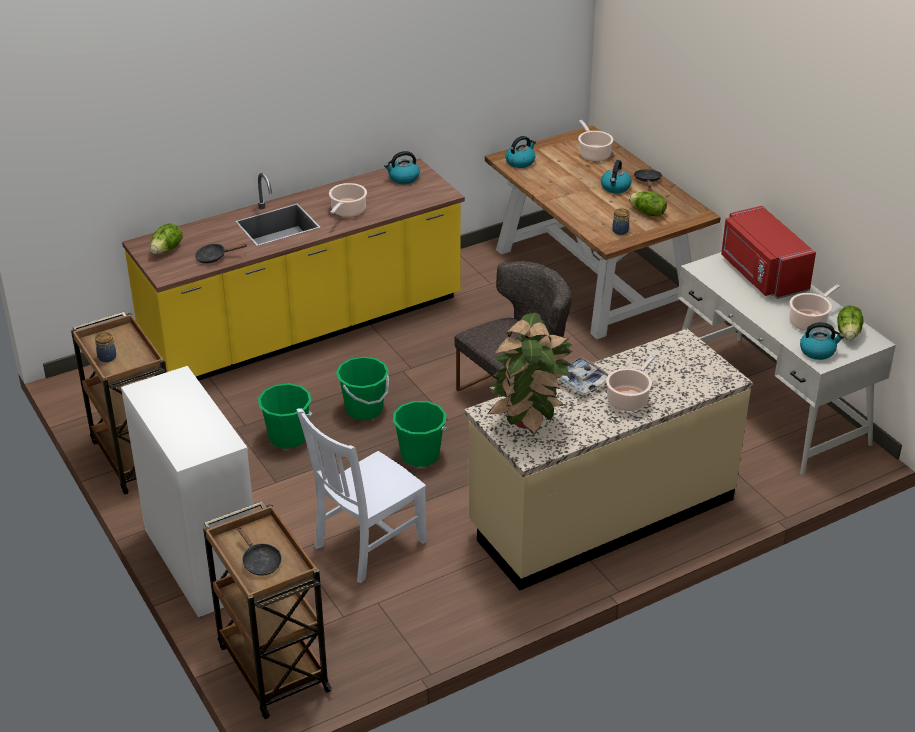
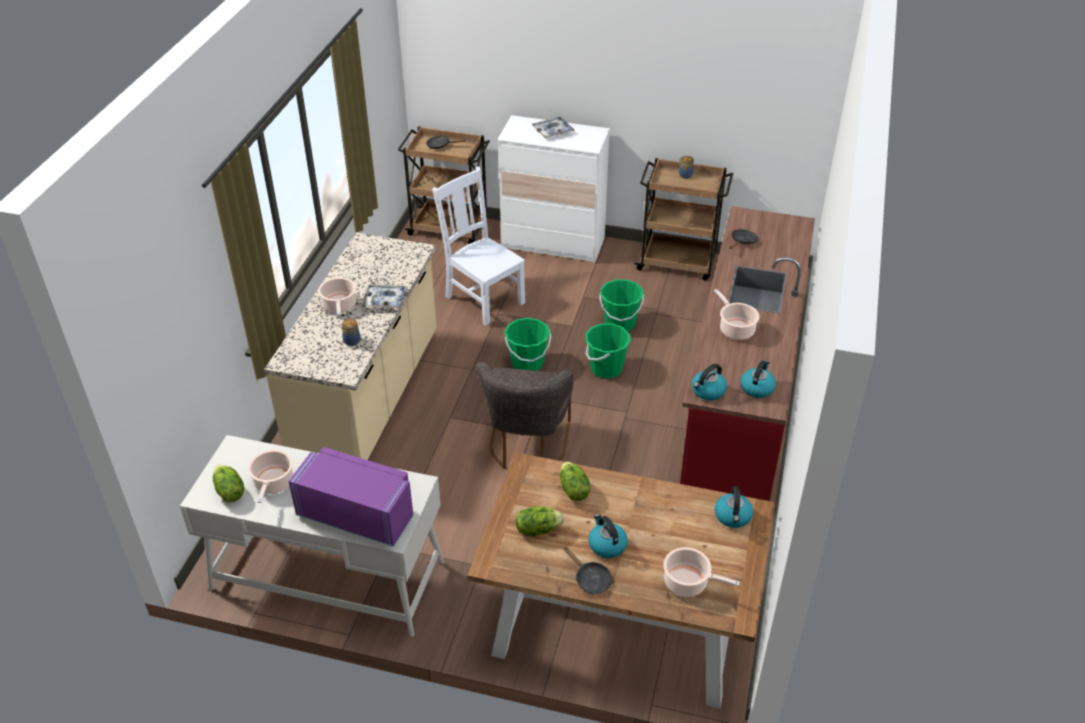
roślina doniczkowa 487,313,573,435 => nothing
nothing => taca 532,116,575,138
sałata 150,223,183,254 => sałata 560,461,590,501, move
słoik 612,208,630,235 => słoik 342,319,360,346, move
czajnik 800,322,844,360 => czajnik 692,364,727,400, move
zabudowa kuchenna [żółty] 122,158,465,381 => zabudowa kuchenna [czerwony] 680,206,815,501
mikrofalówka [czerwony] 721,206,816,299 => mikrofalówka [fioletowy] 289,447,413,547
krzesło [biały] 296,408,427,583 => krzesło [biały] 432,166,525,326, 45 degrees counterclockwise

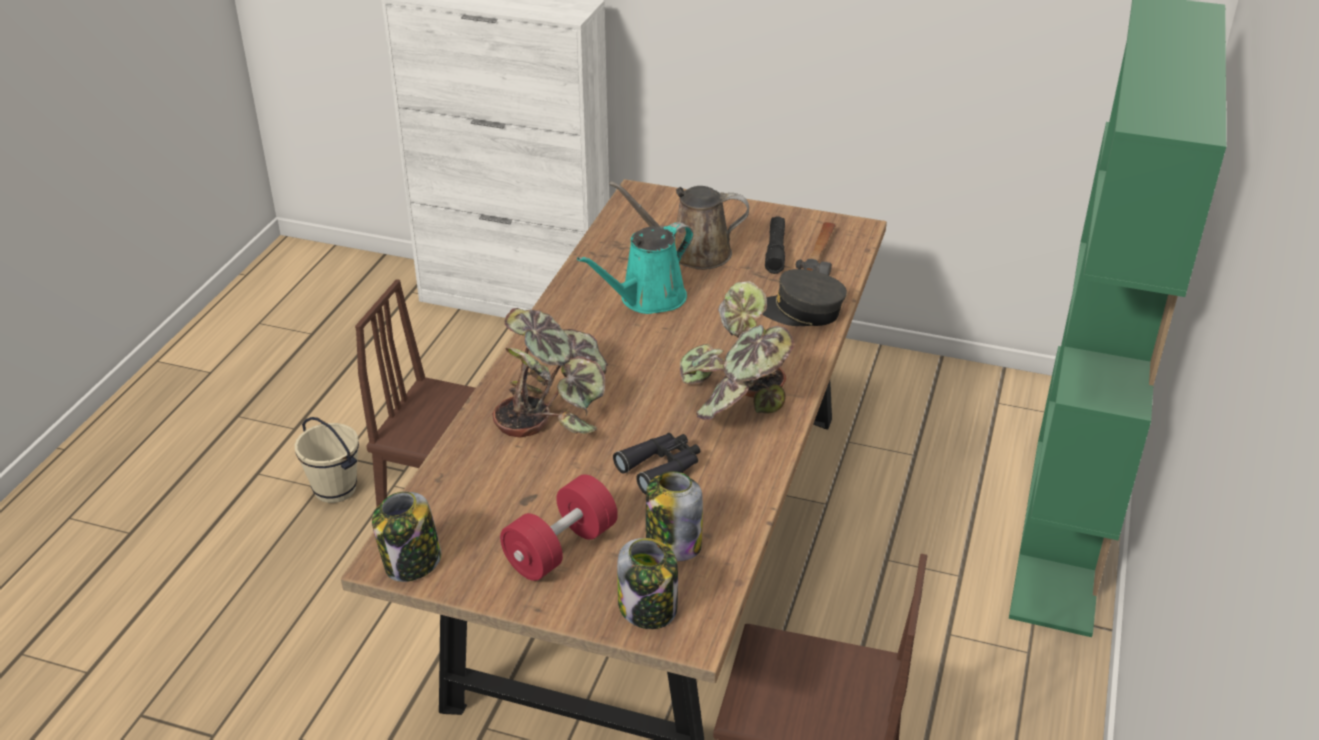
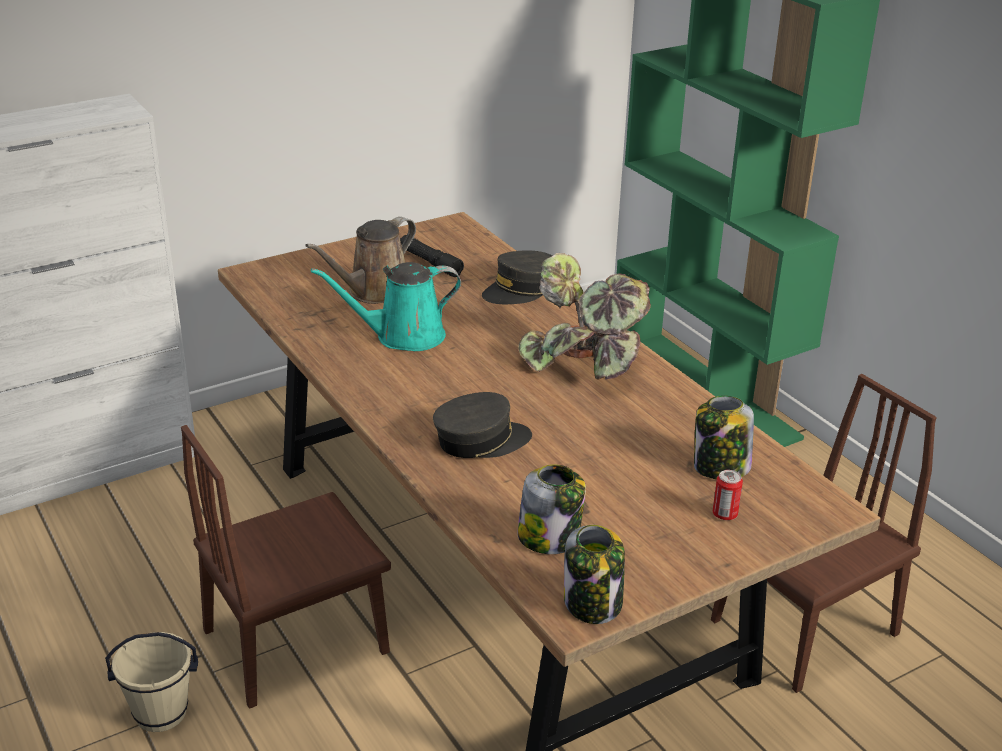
hantel [czerwony] 500,474,618,581 => nothing
lornetka [czarny] 613,433,700,494 => nothing
młotek 796,222,836,276 => nothing
nothing => puszka 713,470,743,520
słoik 617,538,678,629 => słoik 517,464,586,554, move
roślina doniczkowa 492,308,608,438 => czapka z daszkiem [szary] 433,392,532,458
konewka [turkusowy] 577,222,693,314 => konewka [turkusowy] 311,262,461,351, 75 degrees clockwise

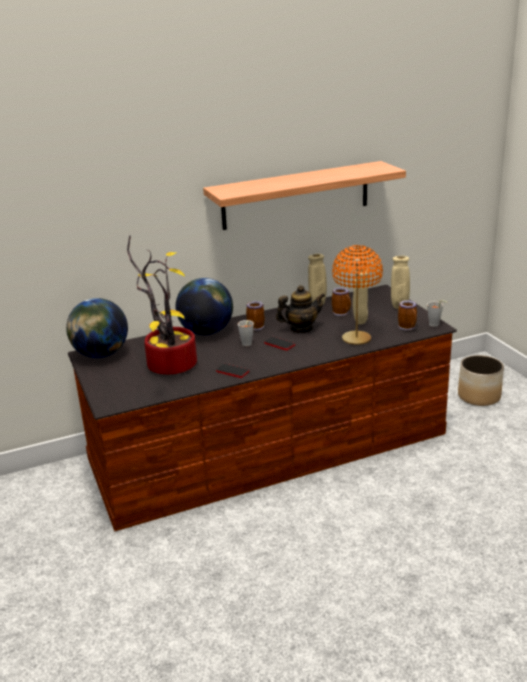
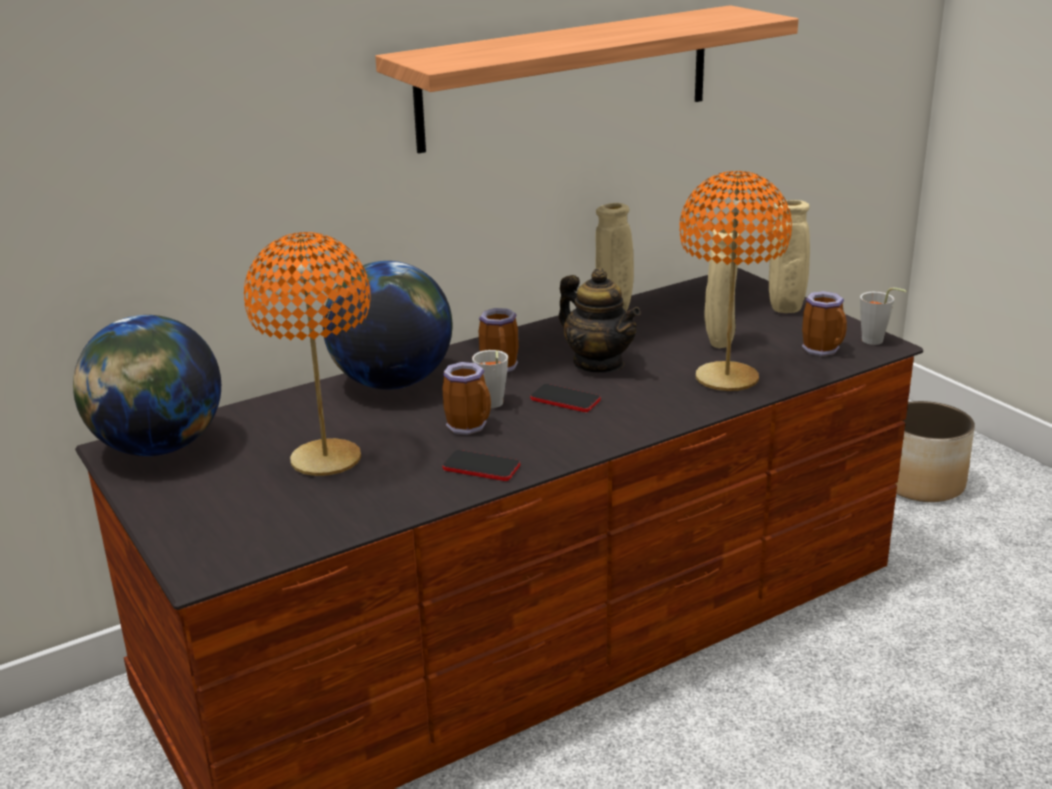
kubek 332,287,351,316 => kubek 442,362,491,435, move
roślina doniczkowa 127,235,197,375 => lampa stołowa [pomarańczowy] 244,232,371,476
imbryk 276,285,325,333 => imbryk 559,268,641,373, 75 degrees clockwise

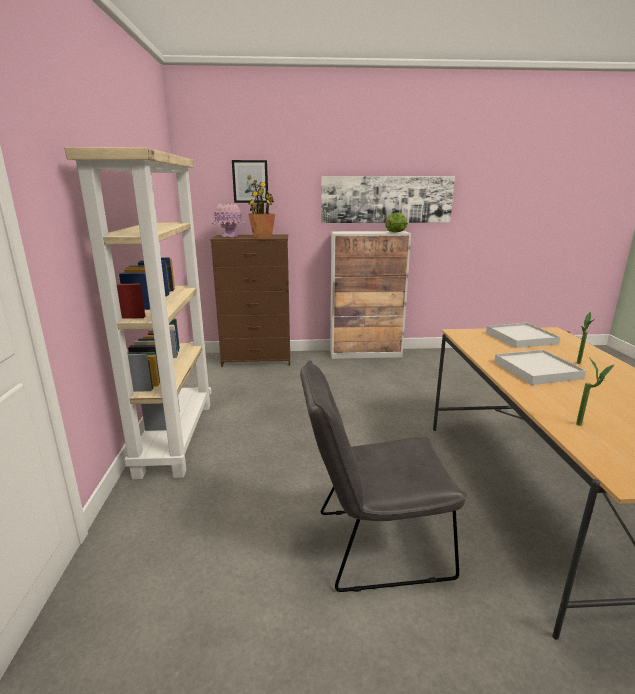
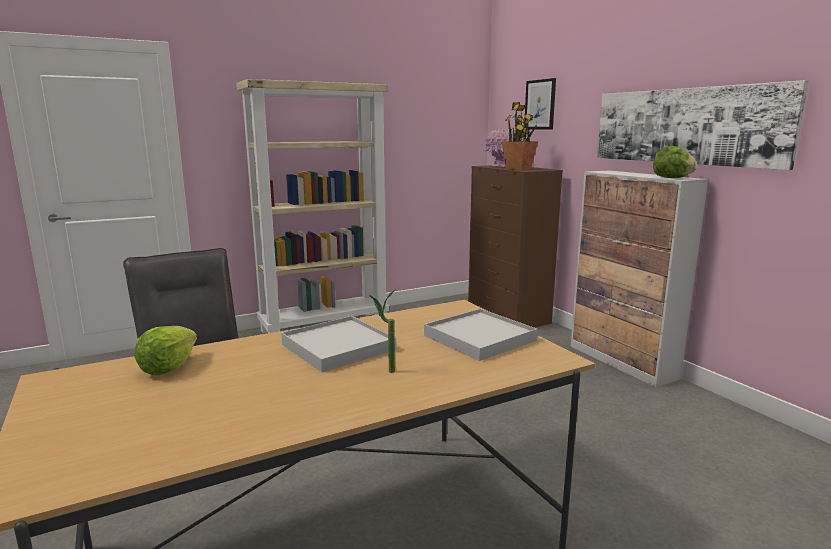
roślina doniczkowa 576,359,614,426 => sałata 134,326,197,375

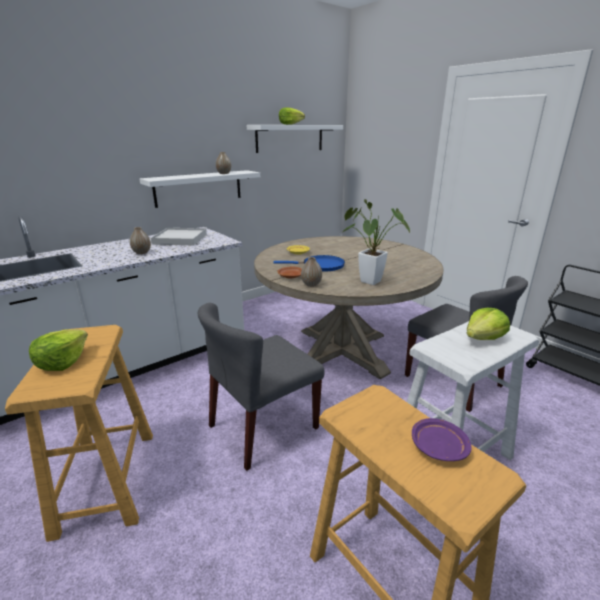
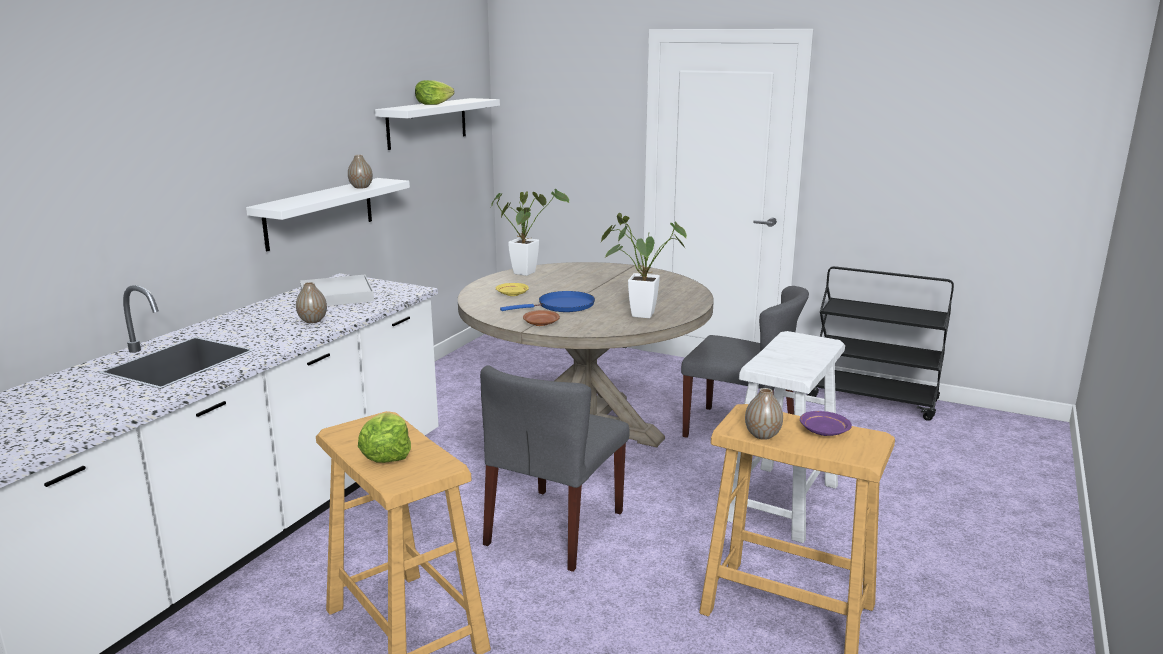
sałata 467,308,510,340 => nothing
nothing => roślina doniczkowa 491,189,569,276
wazon 301,257,322,287 => wazon 745,388,783,440, move

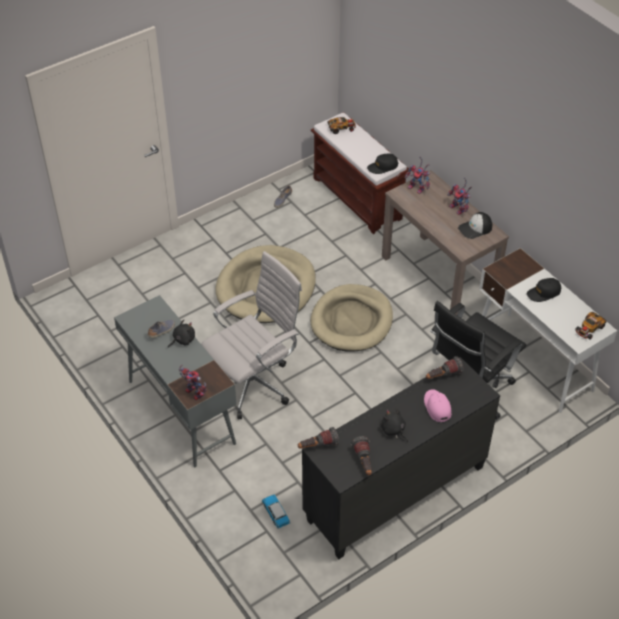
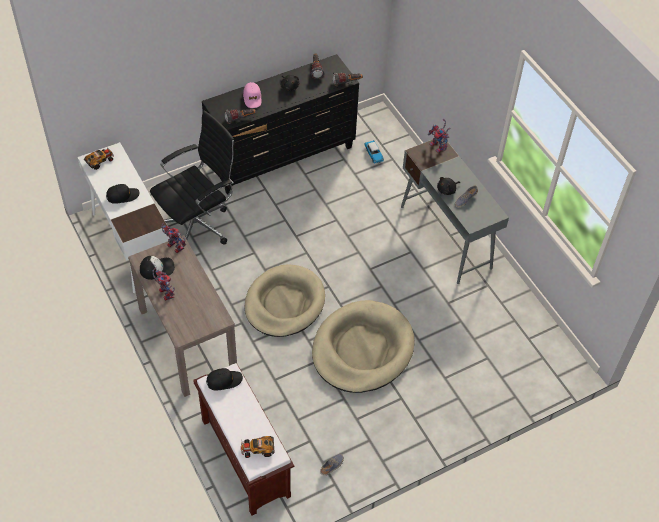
krzesło biurowe [biały] 201,251,302,419 => nothing
robot zabawkowy 405,157,431,194 => robot zabawkowy 161,223,186,253, move

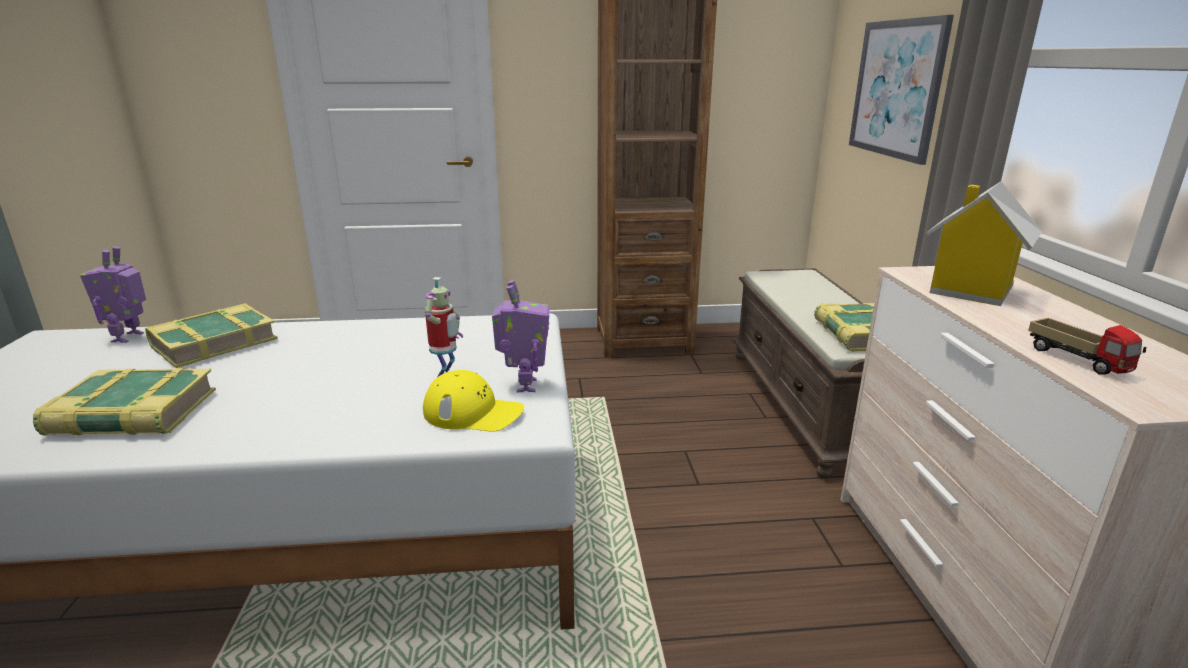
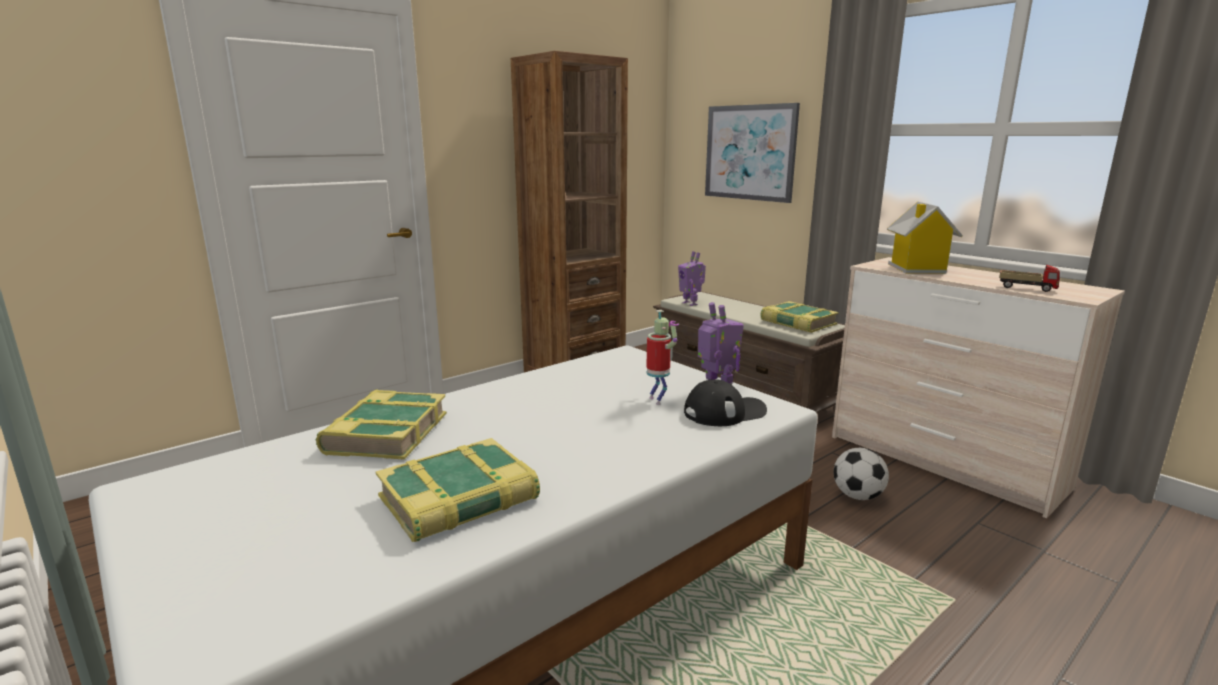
nothing => piłka futbolowa 833,448,889,500
robot zabawkowy 80,246,146,343 => robot zabawkowy 678,251,706,306, move
czapka z daszkiem [żółty] 423,370,524,432 => czapka z daszkiem [czarny] 684,379,767,426

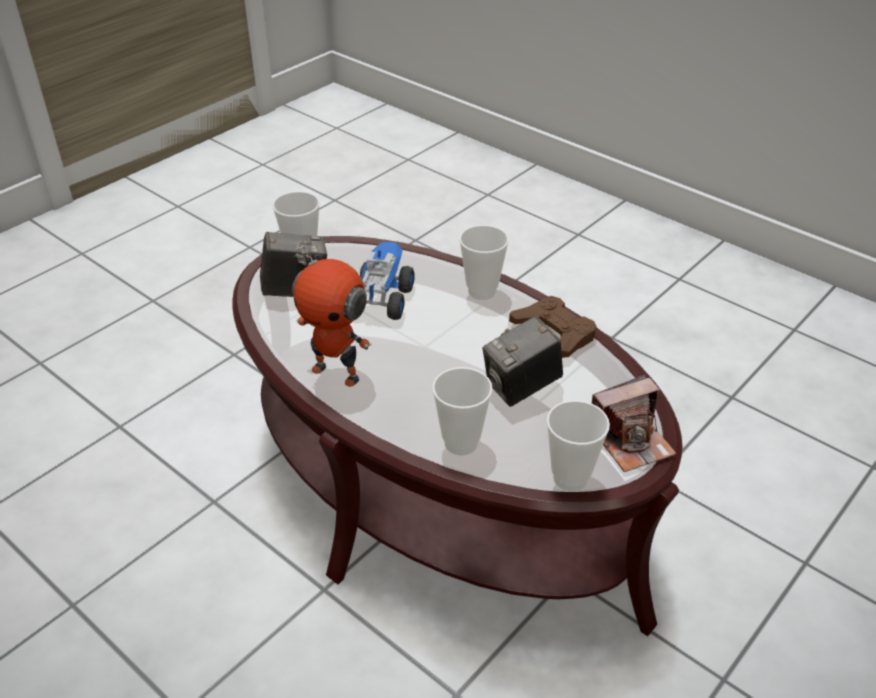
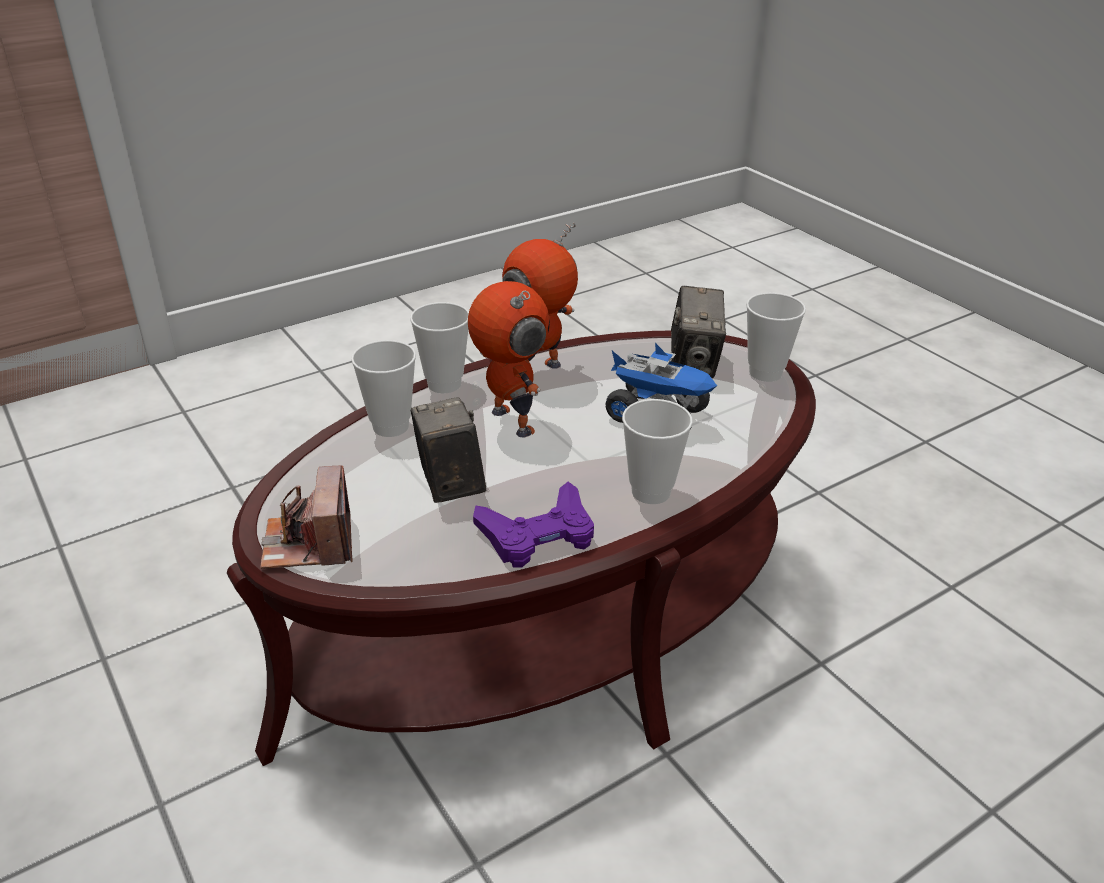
nothing => robot zabawkowy 468,281,550,437
filiżanka 547,400,610,491 => filiżanka 410,302,469,393, move
pad do gier [brązowy] 509,296,597,358 => pad do gier [fioletowy] 473,482,594,567

